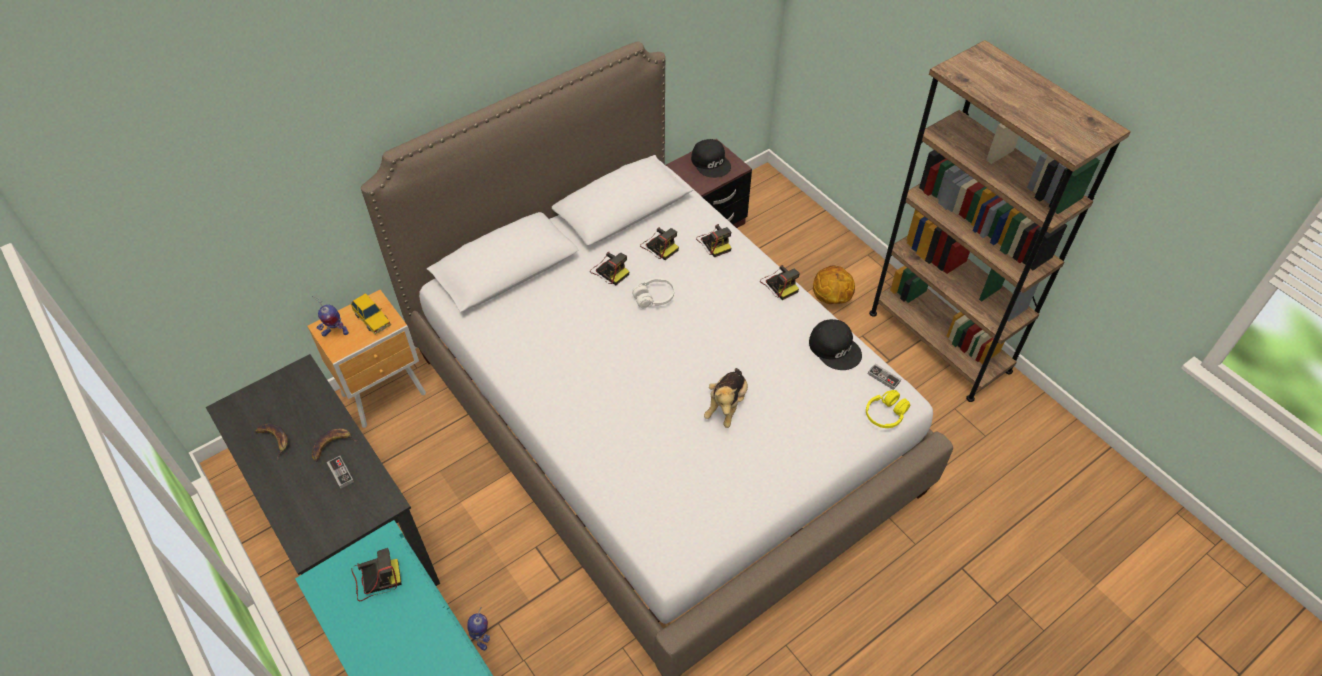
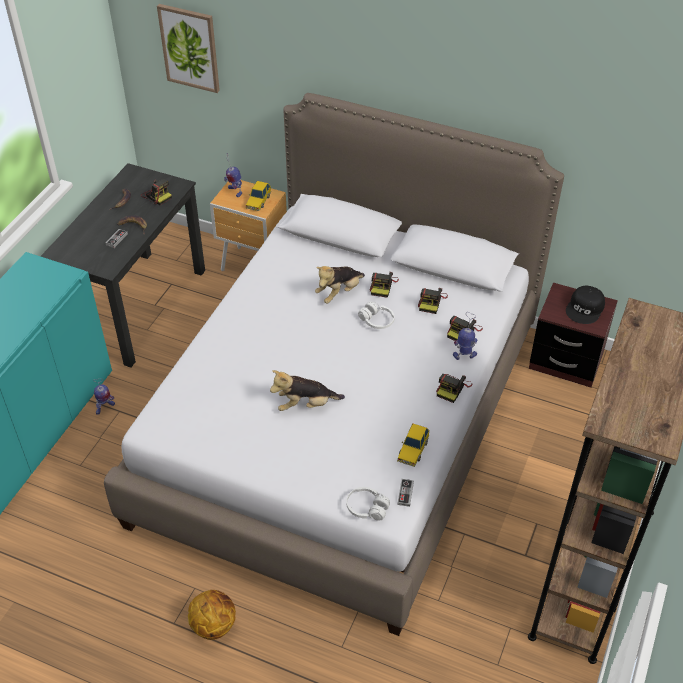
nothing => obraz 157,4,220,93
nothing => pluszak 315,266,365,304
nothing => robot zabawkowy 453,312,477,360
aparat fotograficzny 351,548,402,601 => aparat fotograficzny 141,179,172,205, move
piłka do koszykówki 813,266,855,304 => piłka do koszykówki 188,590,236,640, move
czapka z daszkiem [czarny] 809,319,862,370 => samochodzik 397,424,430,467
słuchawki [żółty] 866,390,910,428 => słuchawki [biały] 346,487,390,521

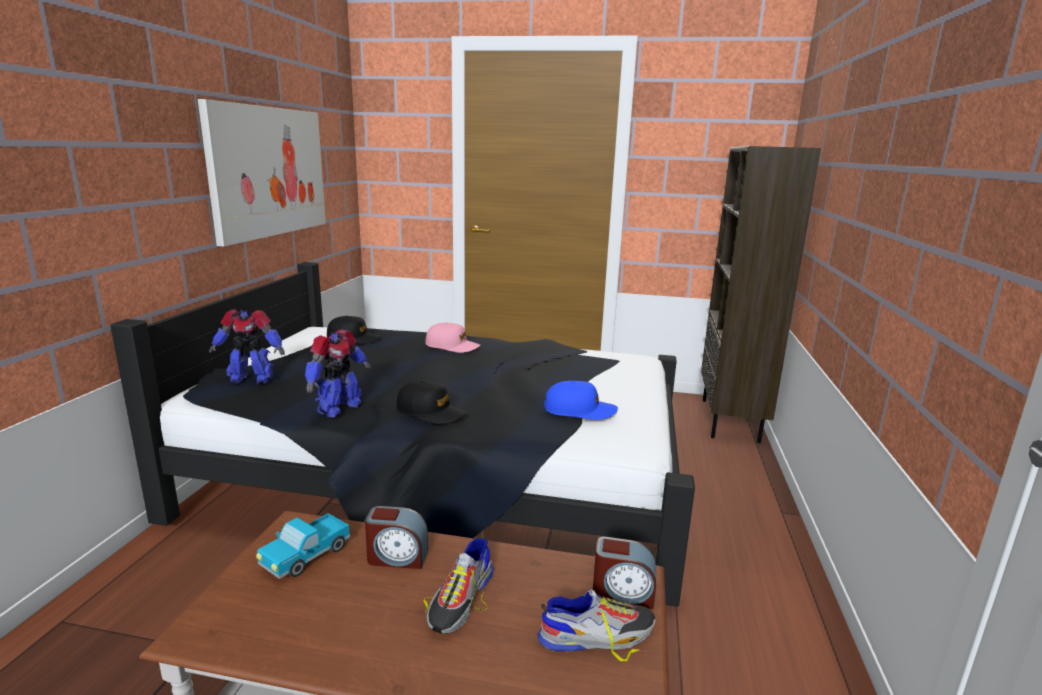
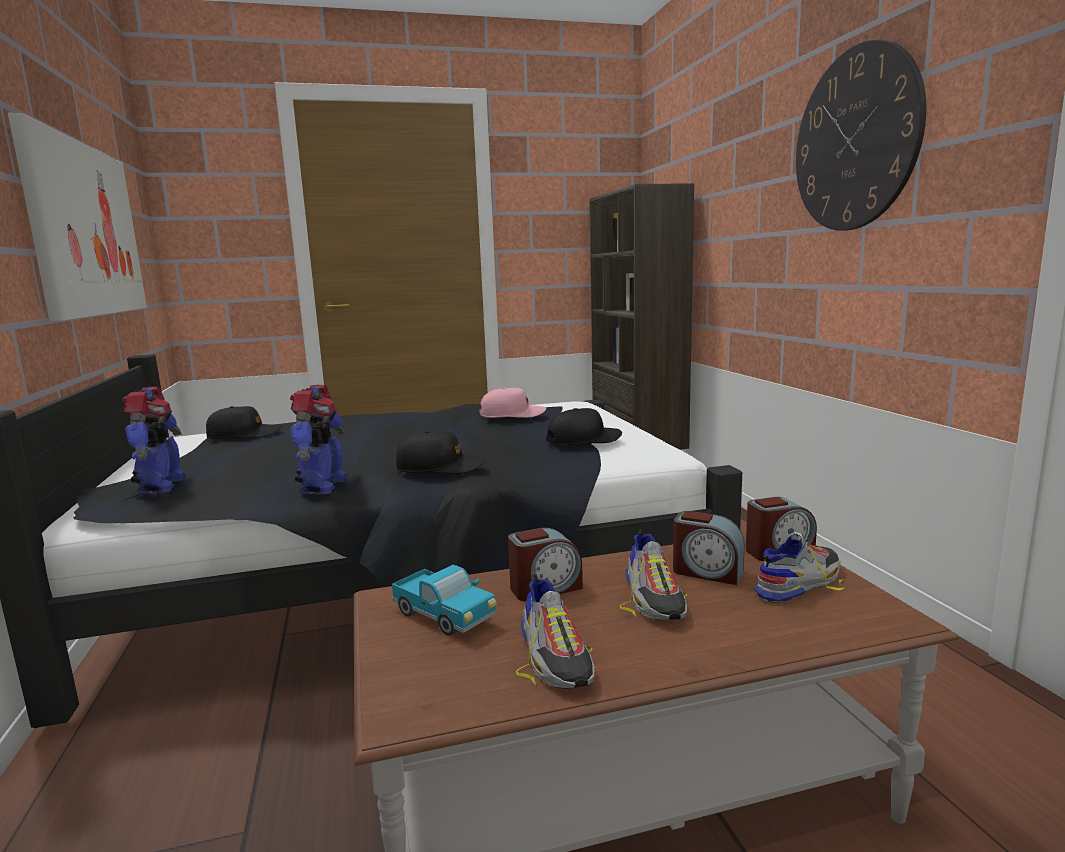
nothing => but 516,574,595,689
nothing => budzik 673,511,745,585
nothing => zegar ścienny 796,40,926,231
czapka z daszkiem [różowy] 425,322,480,353 => czapka z daszkiem [różowy] 480,387,546,418, move
czapka z daszkiem [niebieski] 544,381,618,420 => czapka z daszkiem [czarny] 546,408,622,446
robot zabawkowy 209,309,285,384 => robot zabawkowy 122,387,186,494, 75 degrees counterclockwise
ciężarówka zabawkowa 256,513,351,579 => ciężarówka zabawkowa 392,565,497,636, 60 degrees counterclockwise

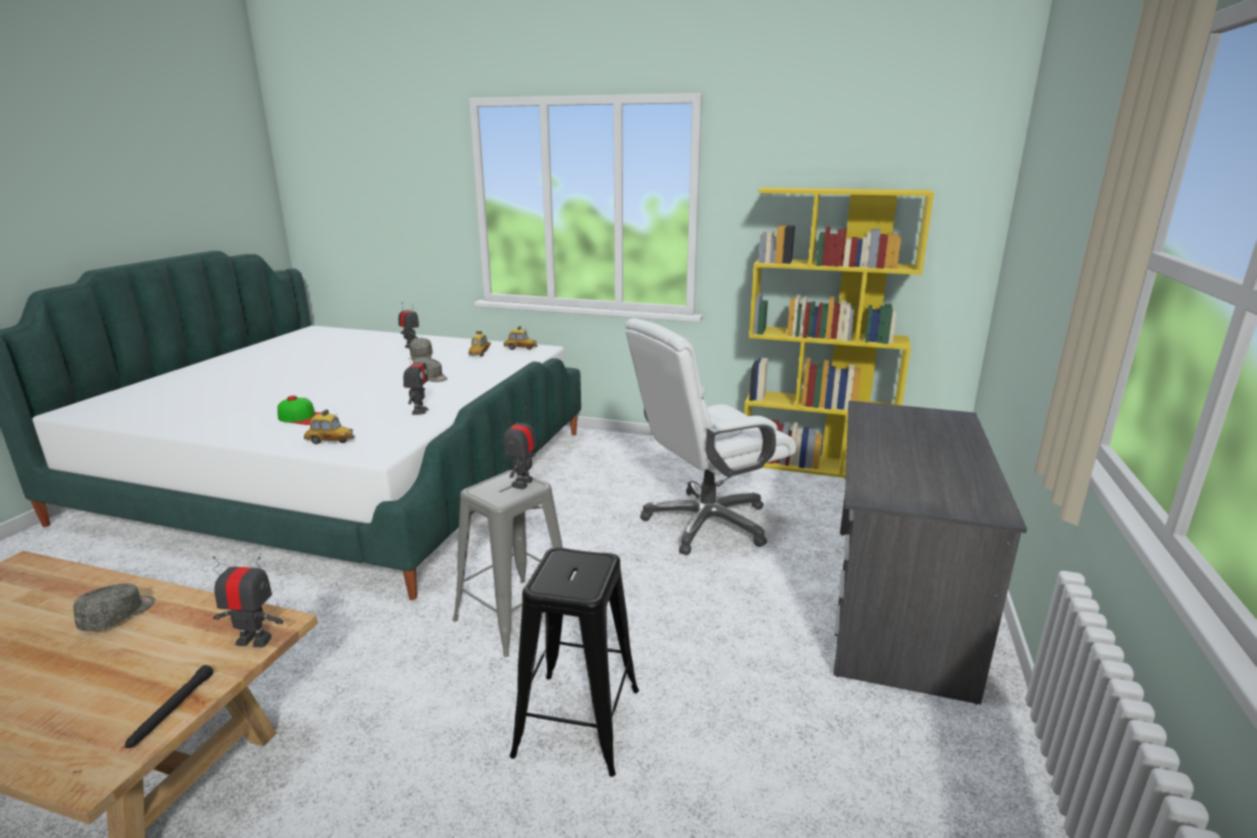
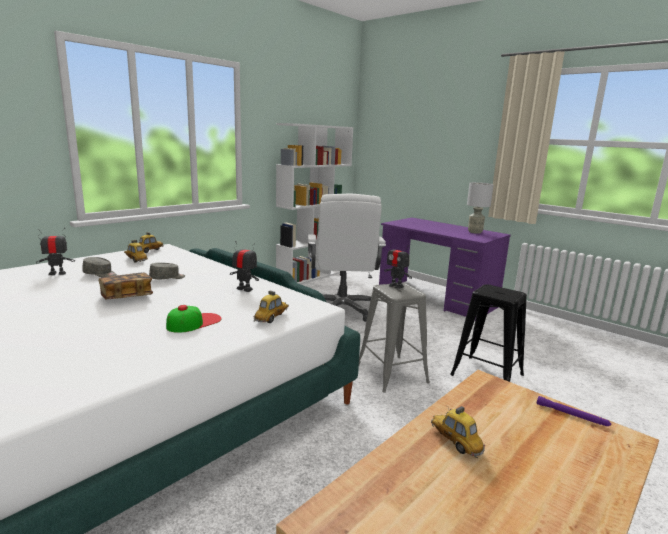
robot zabawkowy 213,556,283,647 => nothing
nothing => książka 99,273,153,299
nothing => lampa stołowa [szary] 467,182,494,234
czapka z daszkiem [szary] 73,583,155,631 => samochodzik 431,406,485,458
latarka [czarny] 125,665,213,748 => latarka [fioletowy] 537,396,611,426
regał [żółty] 744,187,934,478 => regał [biały] 276,123,353,284
biurko [szary] 833,401,1027,705 => biurko [fioletowy] 379,218,511,320

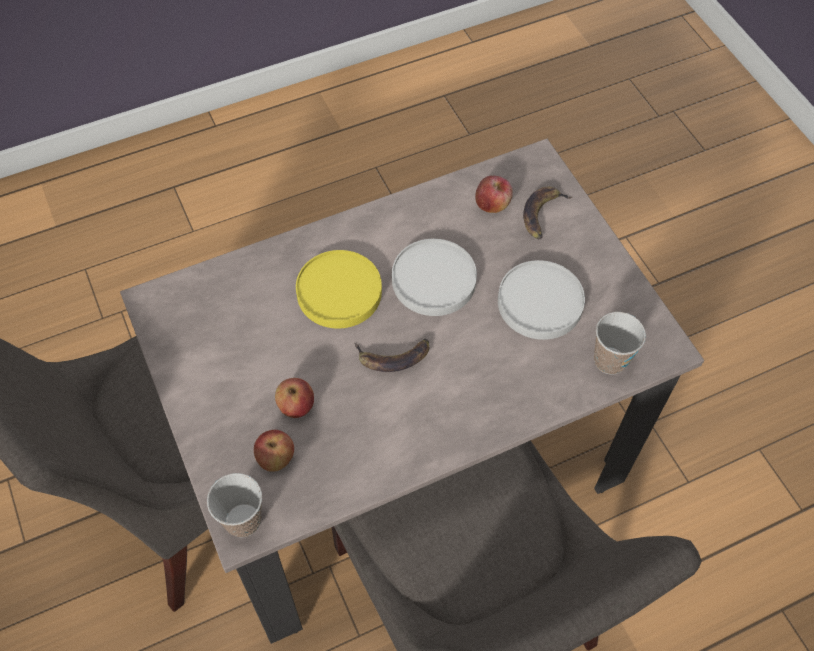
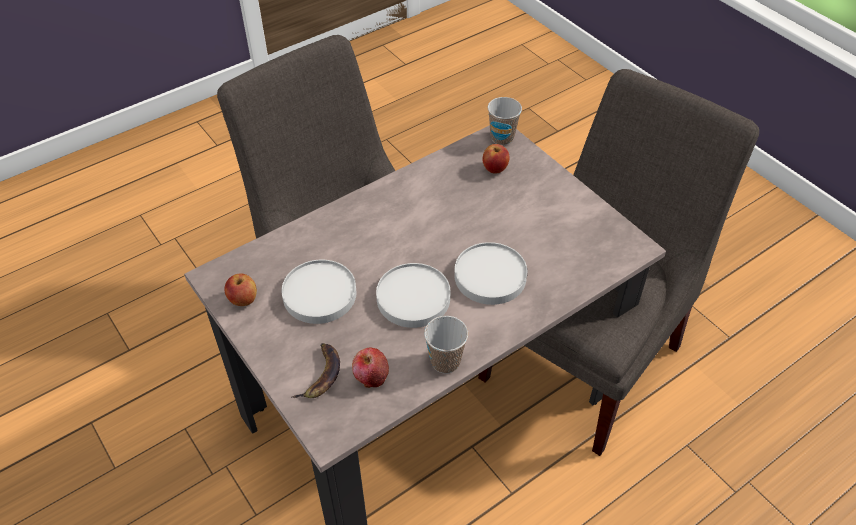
banan 355,339,429,372 => nothing
jabłko 275,378,314,418 => jabłko 225,273,257,306, move
filiżanka 594,312,646,375 => filiżanka 424,316,468,374, move
talerz [żółty] 296,250,382,329 => talerz [biały] 454,242,527,305

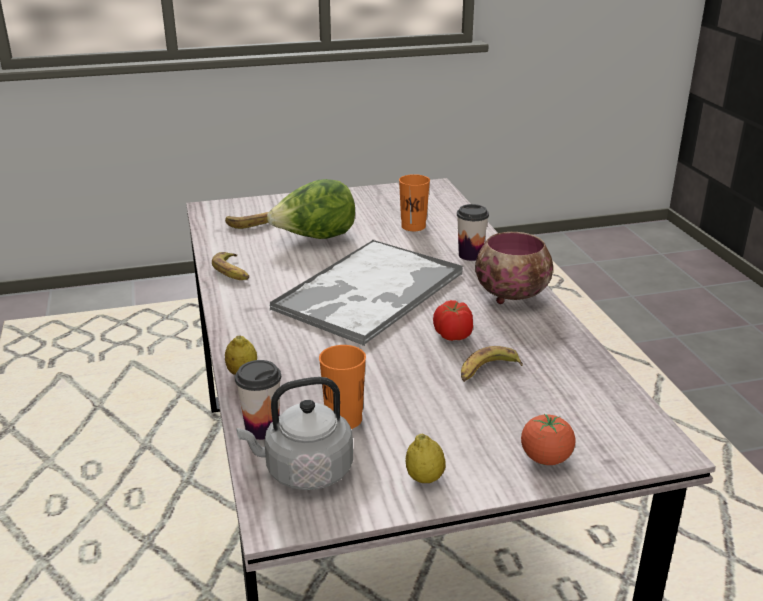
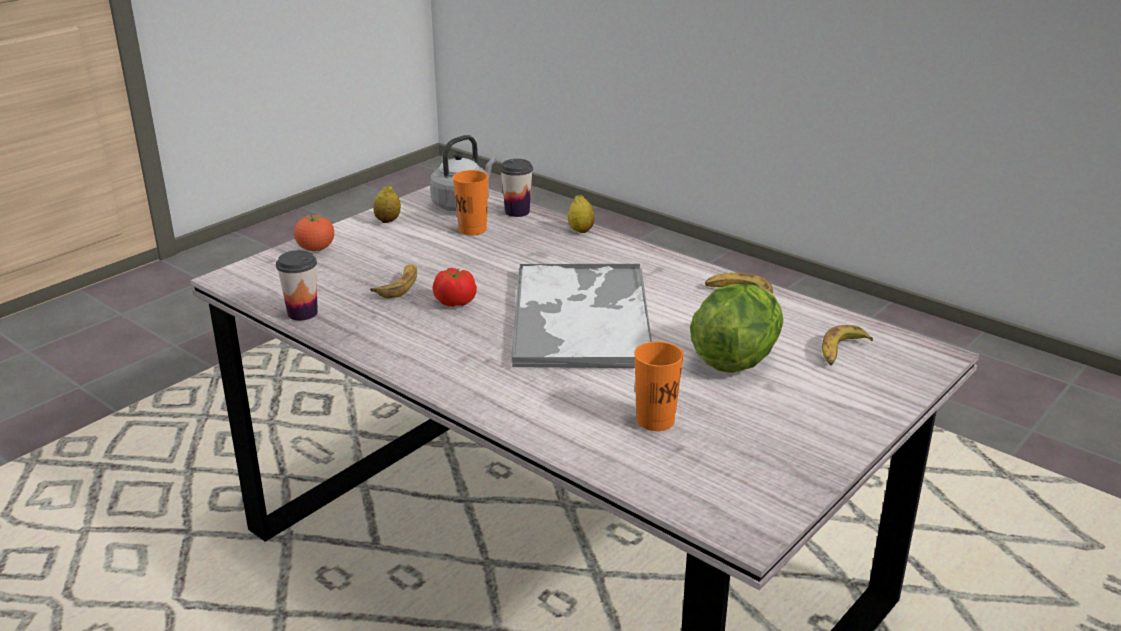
miska 475,232,553,304 => nothing
filiżanka 457,204,489,261 => filiżanka 276,250,318,320, move

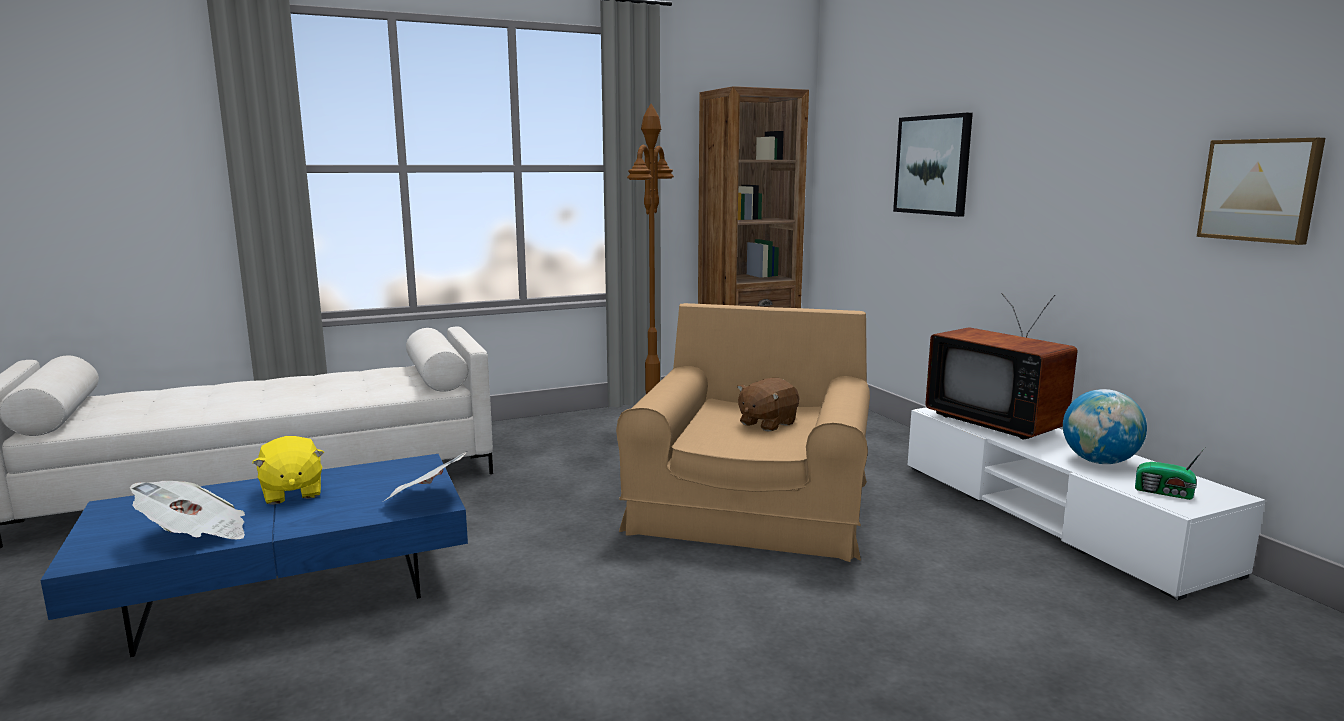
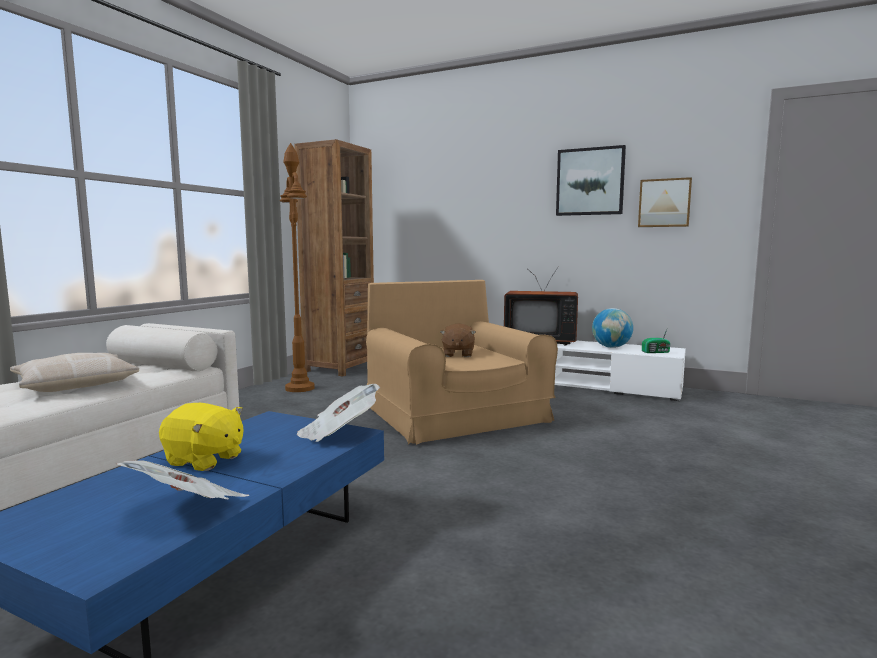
nothing => poduszka [beżowy] 10,353,139,392
obraz 893,113,973,217 => obraz 556,145,626,216, move

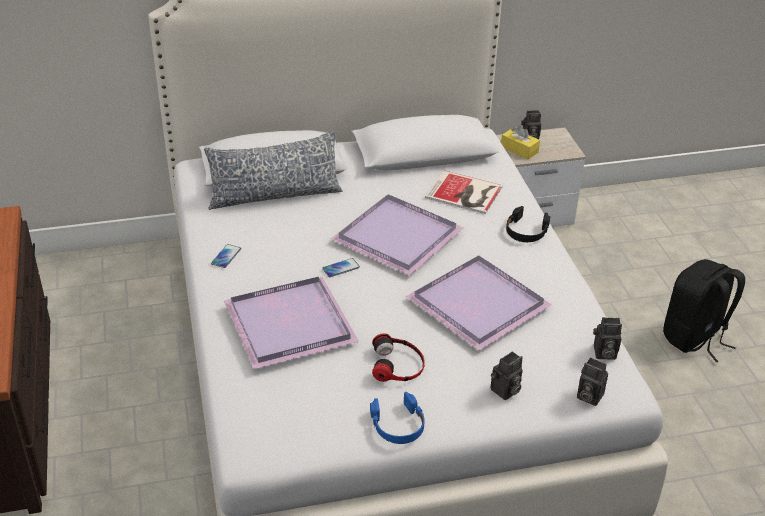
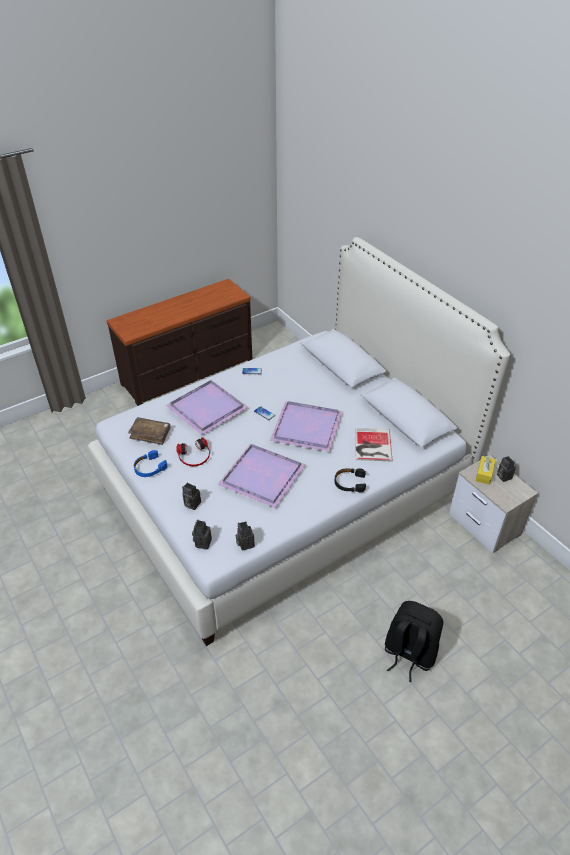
poduszka 204,131,343,210 => nothing
nothing => książka [brązowy] 128,417,170,445

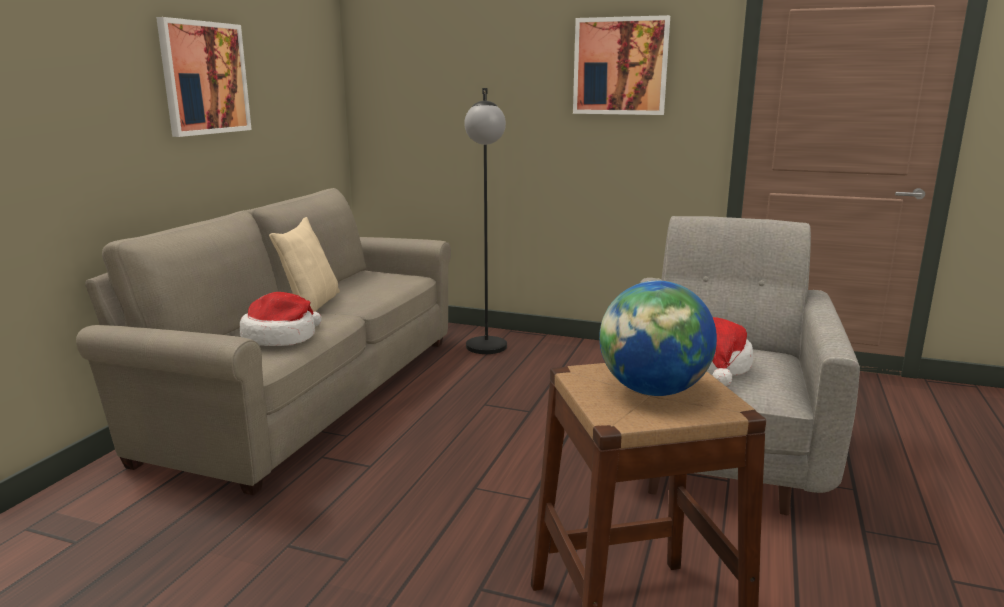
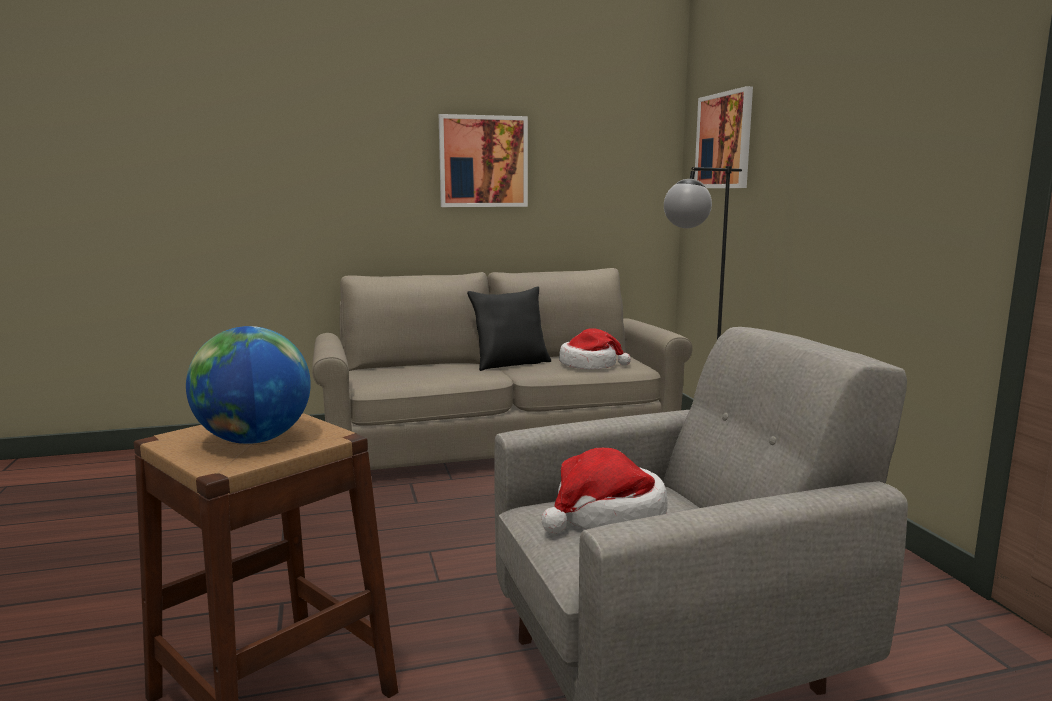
kapelusz 240,292,322,346 => kapelusz 559,328,631,369, move
obraz 573,15,670,115 => obraz 694,86,753,188, move
poduszka [beżowy] 269,217,340,312 => poduszka [czarny] 467,286,551,371

